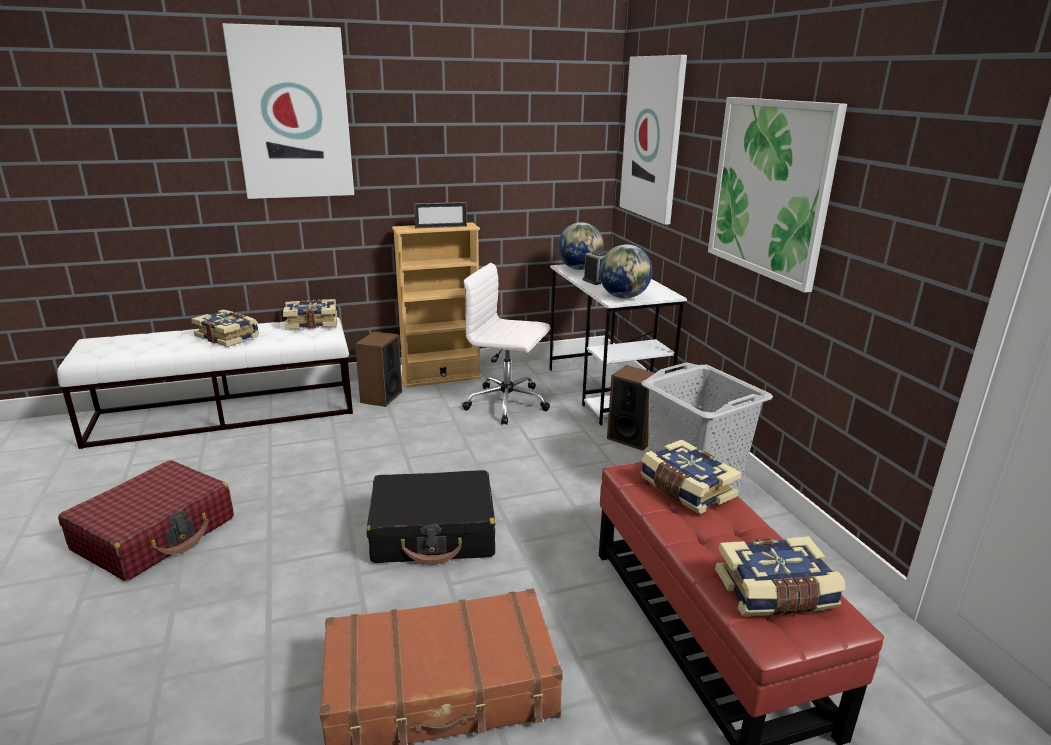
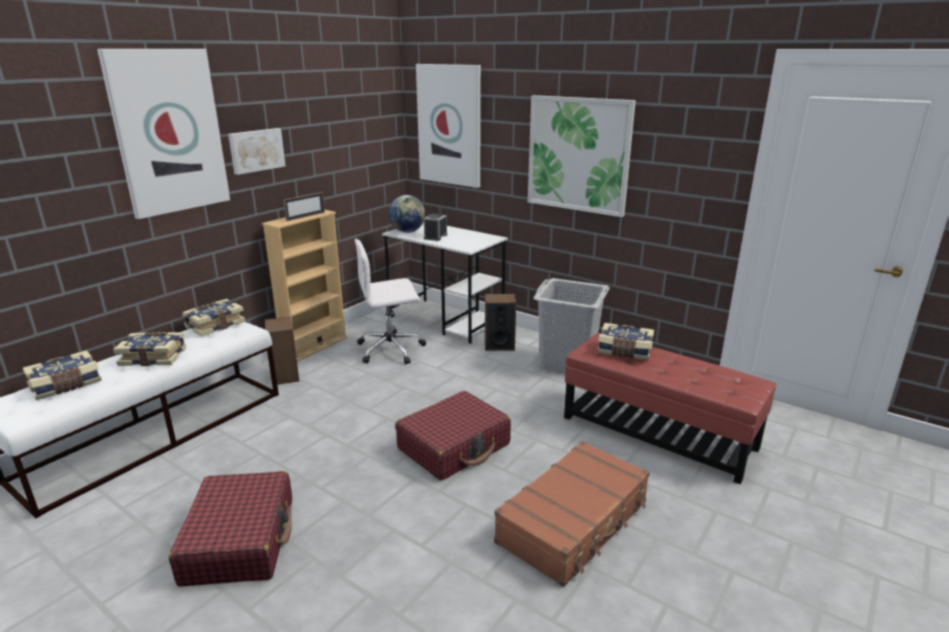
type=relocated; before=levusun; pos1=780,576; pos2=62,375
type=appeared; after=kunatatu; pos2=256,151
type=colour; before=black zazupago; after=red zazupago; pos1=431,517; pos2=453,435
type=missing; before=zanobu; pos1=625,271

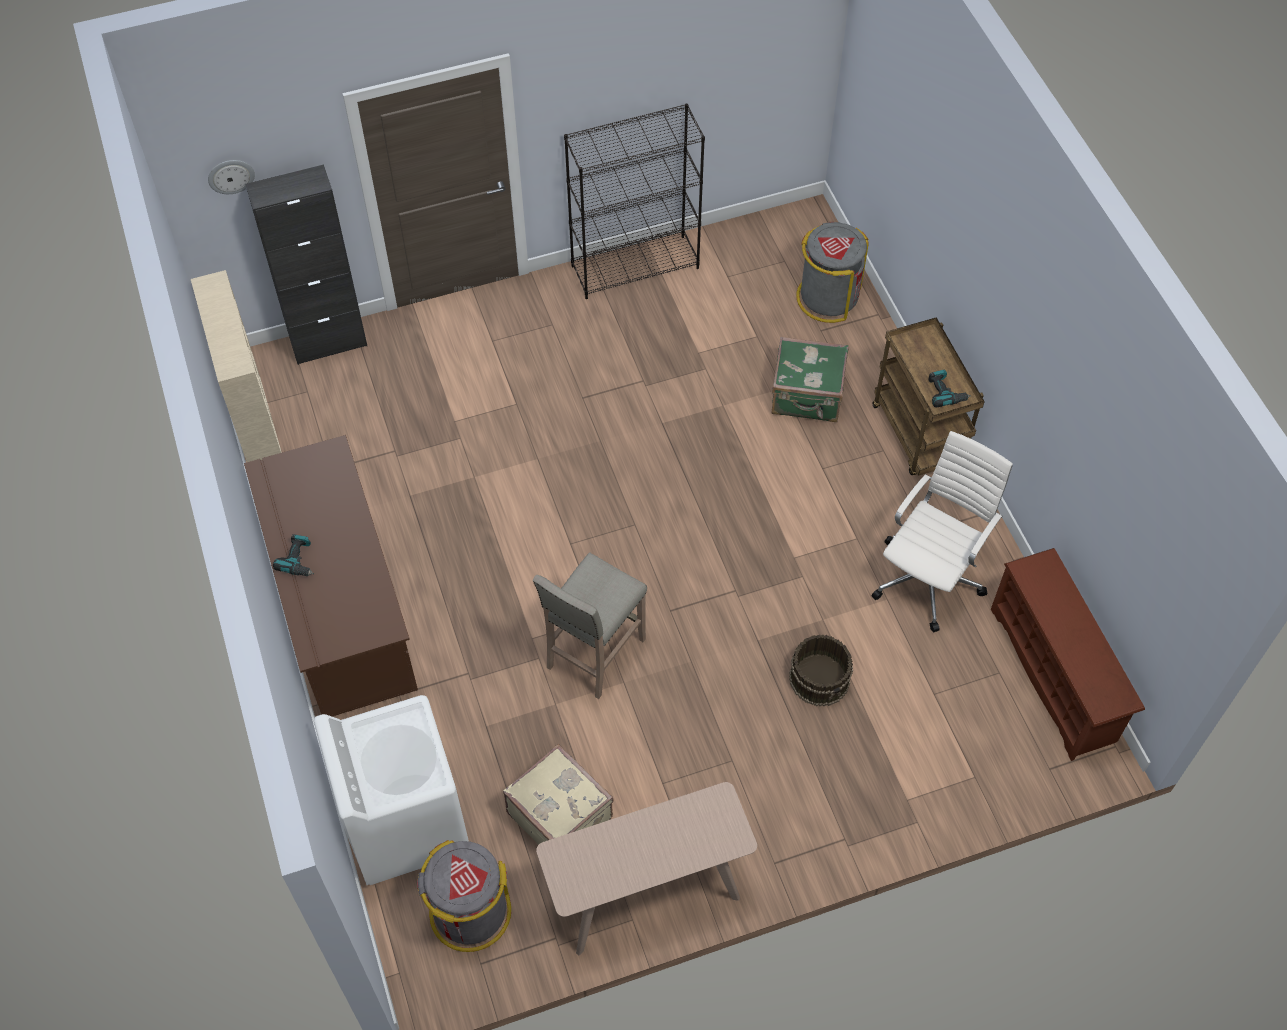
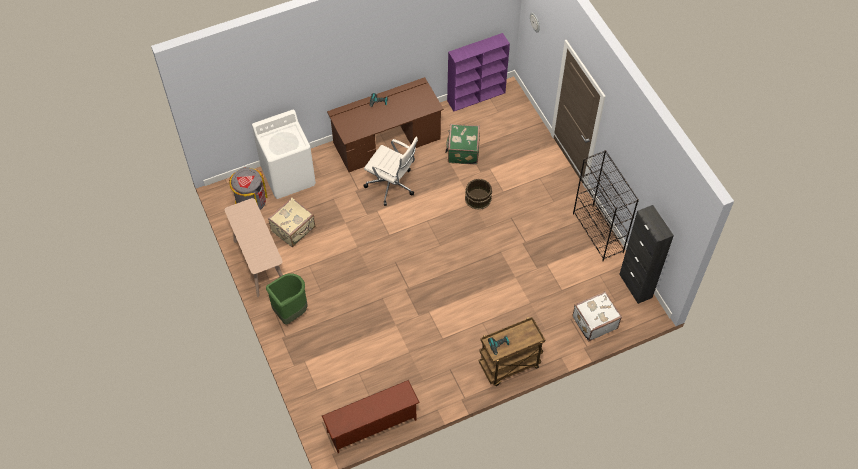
type=appeared; after=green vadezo; pos2=286,299
type=relocated; before=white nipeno; pos1=942,532; pos2=390,171
type=relocated; before=green zazupago; pos1=810,379; pos2=462,144
type=colour; before=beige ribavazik; after=purple ribavazik; pos1=236,366; pos2=478,72
type=relocated; before=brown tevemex; pos1=821,671; pos2=478,194
type=exchanged; before=grey vadezo; after=white zazupago; pos1=832,272; pos2=597,316
type=relocated; before=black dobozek; pos1=306,265; pos2=646,254
type=missing; before=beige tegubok; pos1=590,625

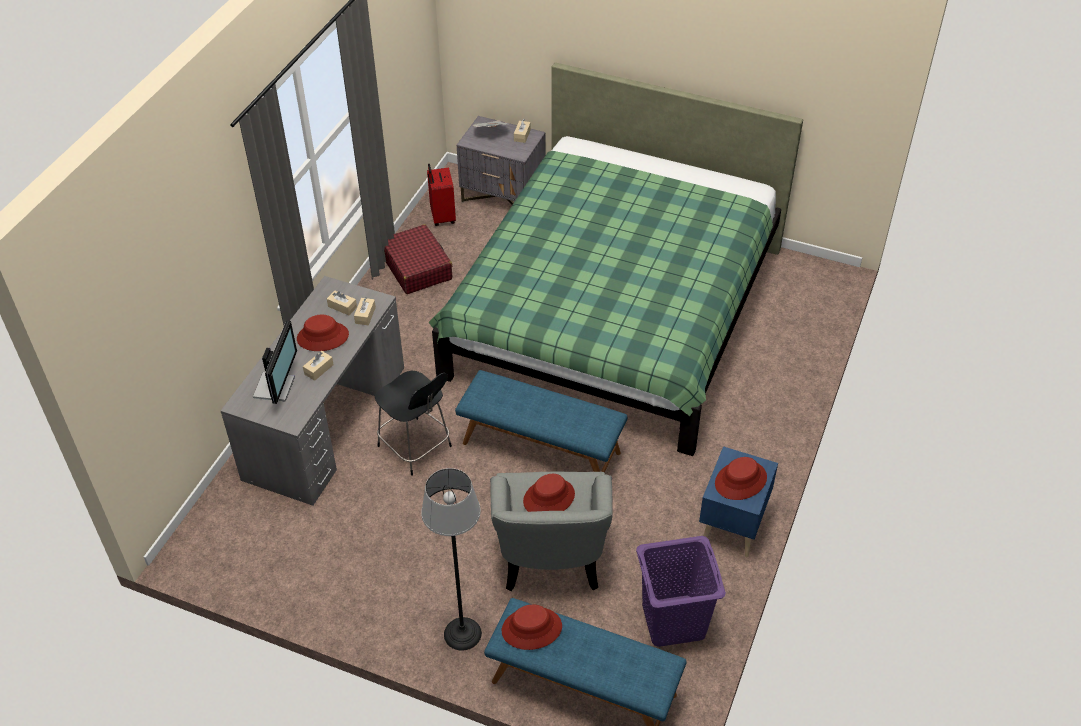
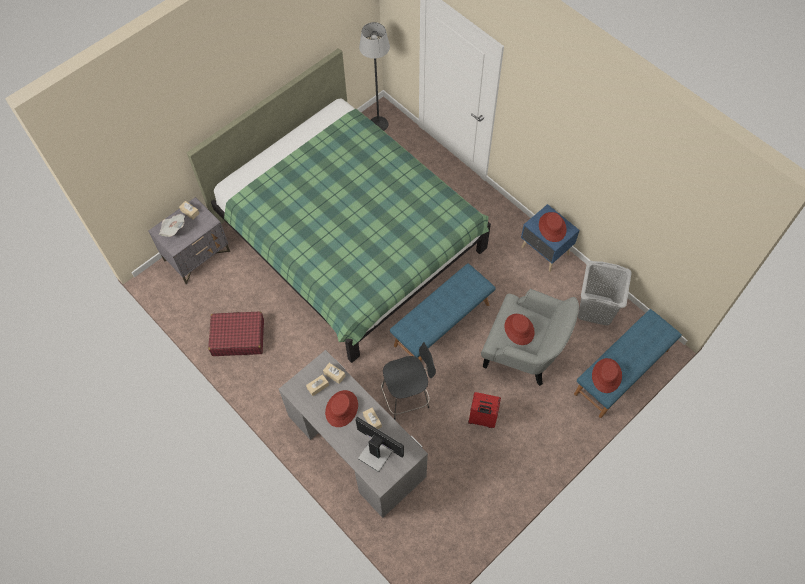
type=relocated; before=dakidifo; pos1=451,559; pos2=374,76
type=relocated; before=red zazupago; pos1=441,195; pos2=484,410
type=colour; before=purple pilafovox; after=grey pilafovox; pos1=681,591; pos2=605,293

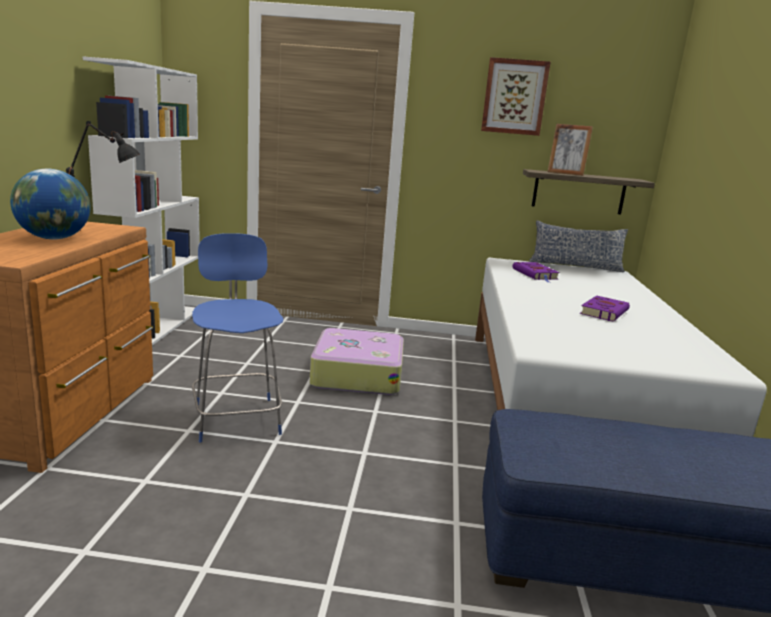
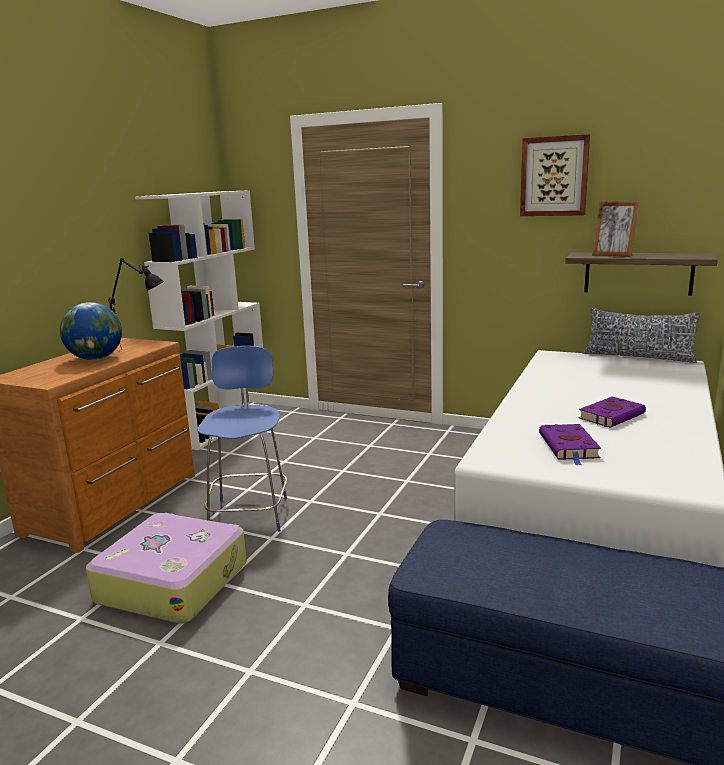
type=relocated; before=zazupago; pos1=357,361; pos2=166,568
type=relocated; before=purple levusun; pos1=536,272; pos2=570,444

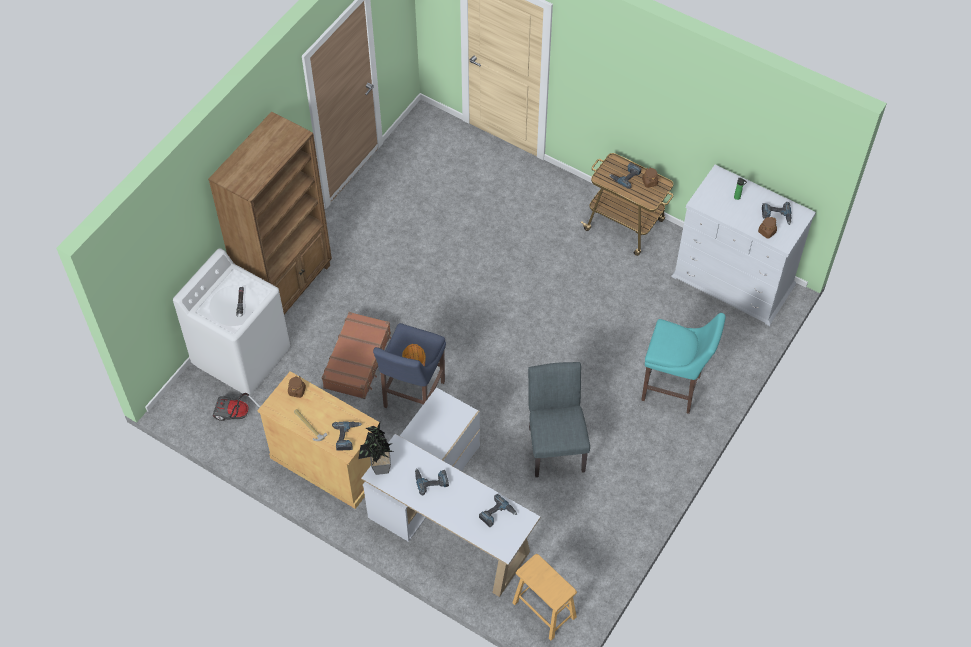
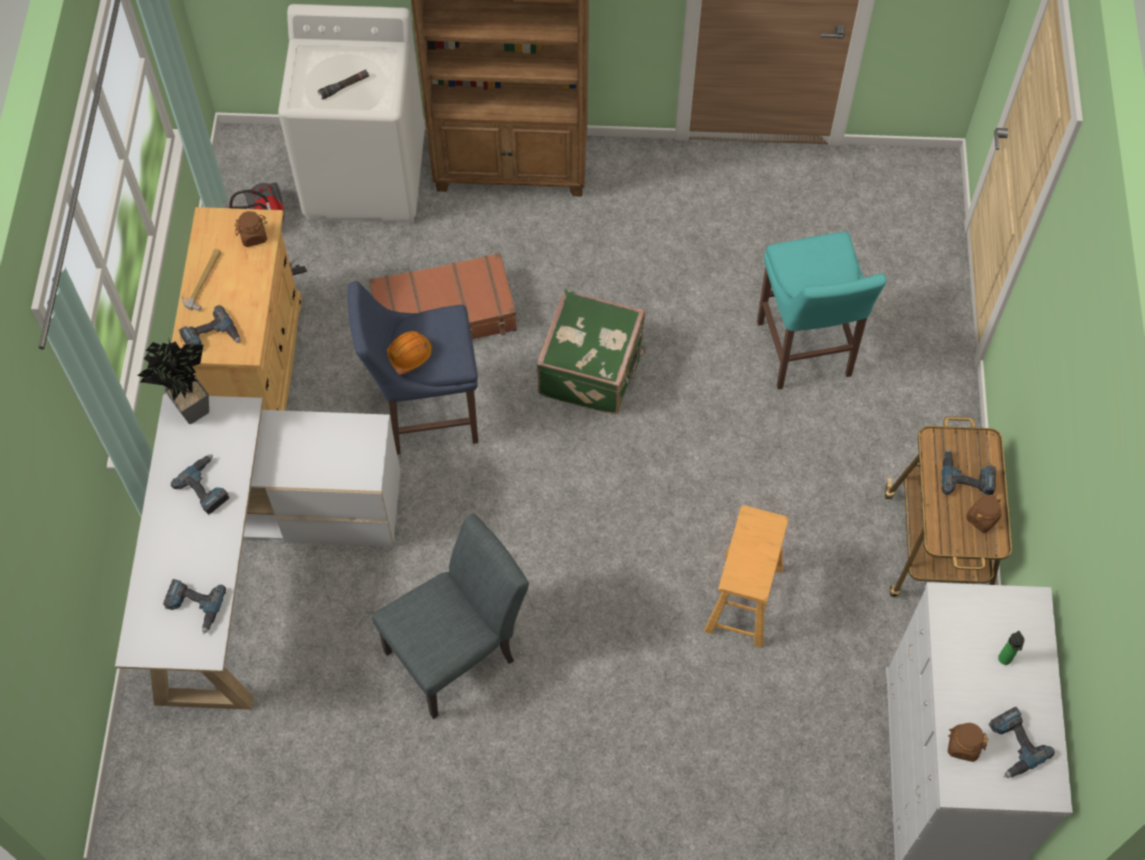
type=appeared; after=green zazupago; pos2=591,351
type=relocated; before=brown tegubok; pos1=544,597; pos2=746,577
type=relocated; before=turquoise tegubok; pos1=683,363; pos2=822,310

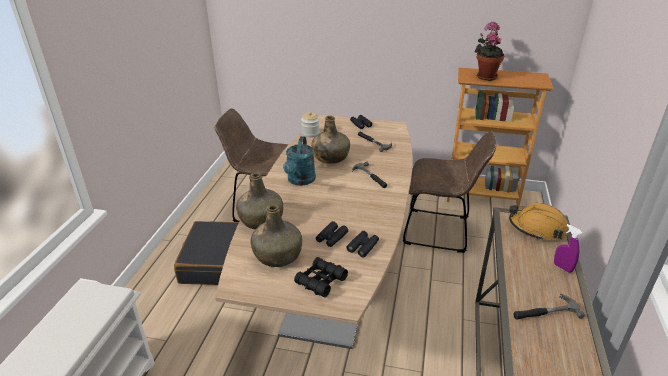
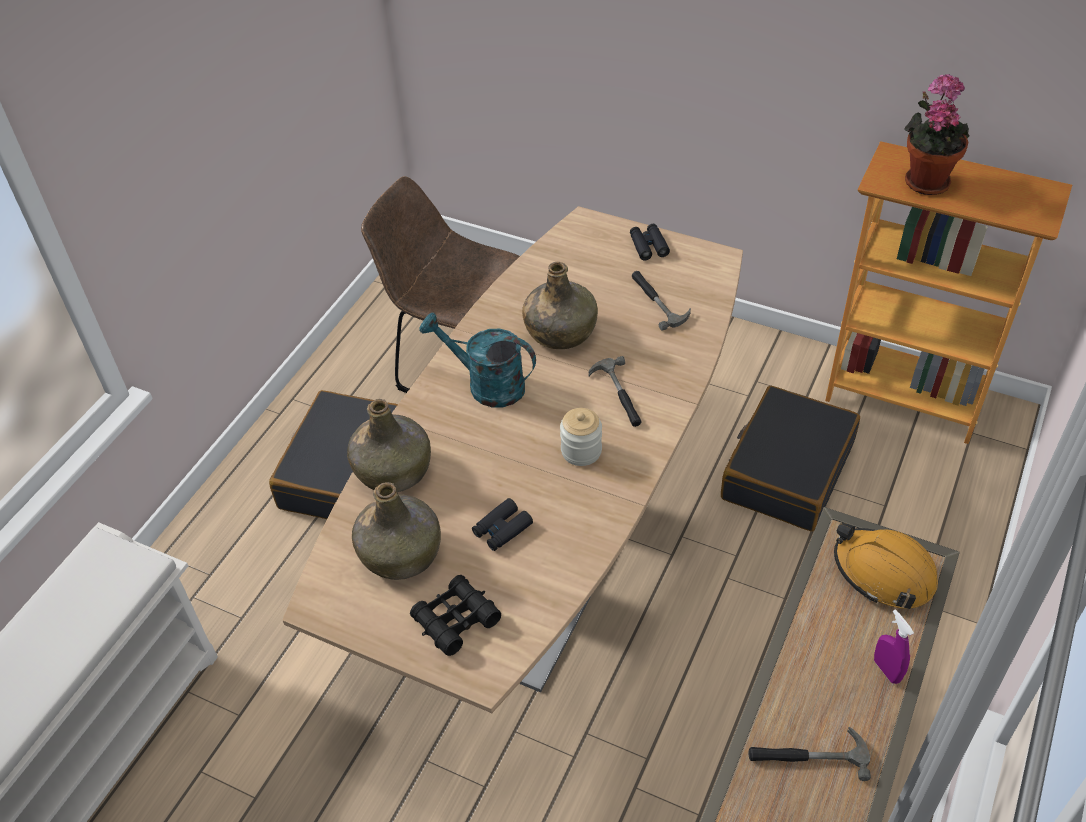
type=spun; before=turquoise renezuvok; pos1=299,161; pos2=477,360; turn=90
type=relocated; before=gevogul; pos1=310,125; pos2=581,437
type=exchanged; before=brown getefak; after=black zazupago; pos1=449,192; pos2=790,459
type=missing; before=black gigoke; pos1=362,244

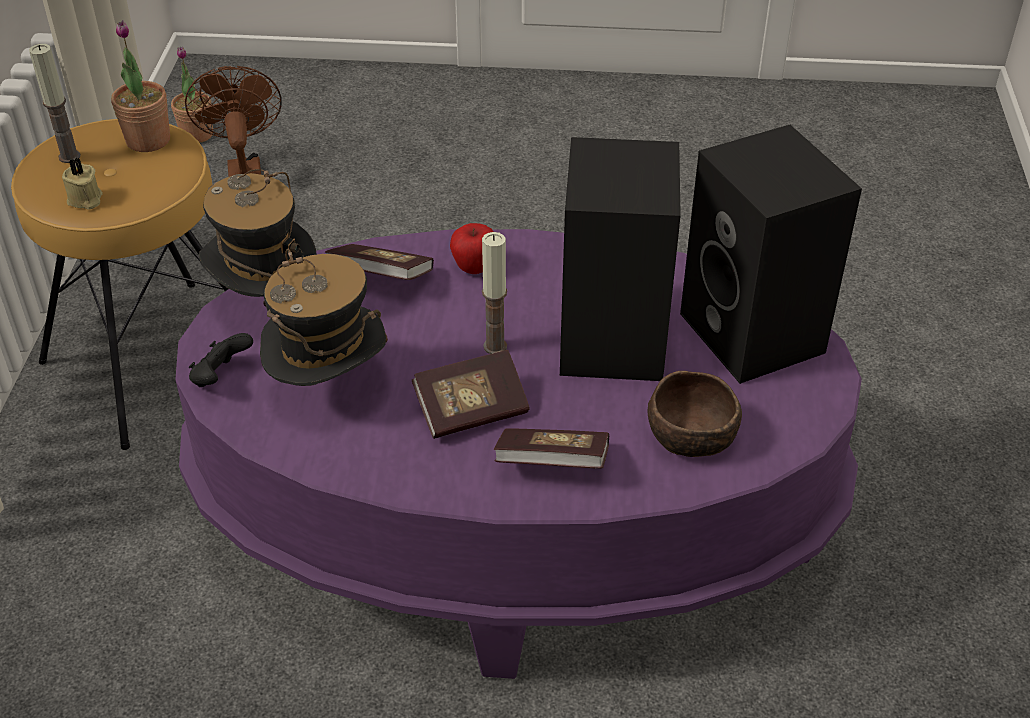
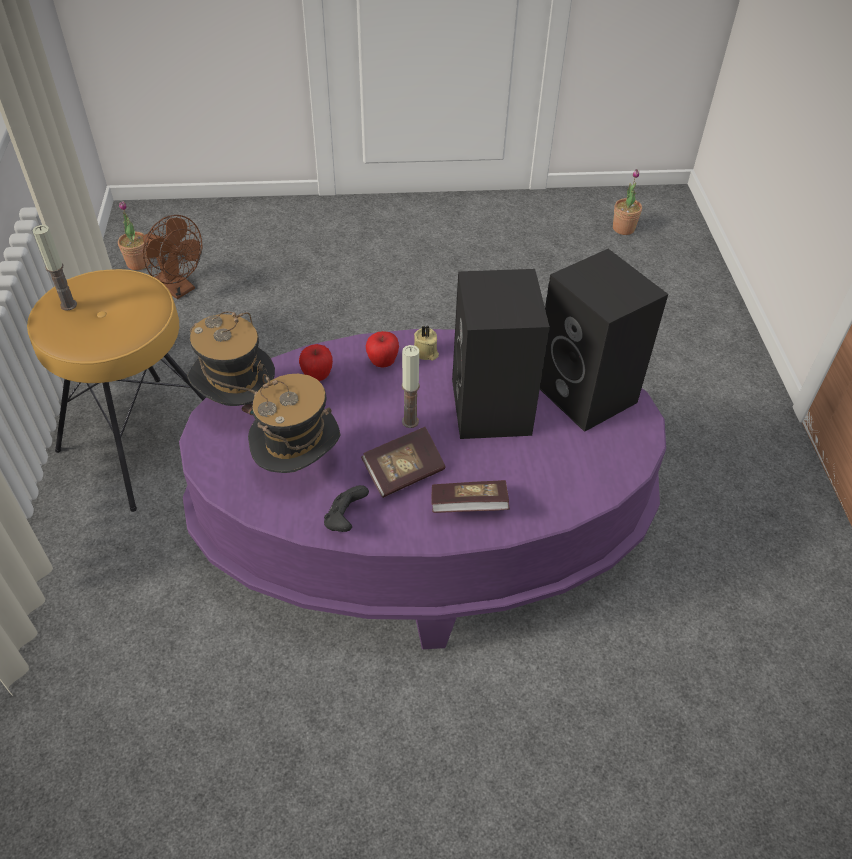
type=spun; before=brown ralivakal; pos1=233,121; pos2=173,257; turn=150
type=exchanged; before=levusun; after=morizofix; pos1=379,262; pos2=316,362
type=relocated; before=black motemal; pos1=221,360; pos2=346,508
type=relocated; before=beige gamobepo; pos1=82,183; pos2=426,343
type=relocated; before=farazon; pos1=140,86; pos2=627,202
type=missing; before=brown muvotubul; pos1=694,414

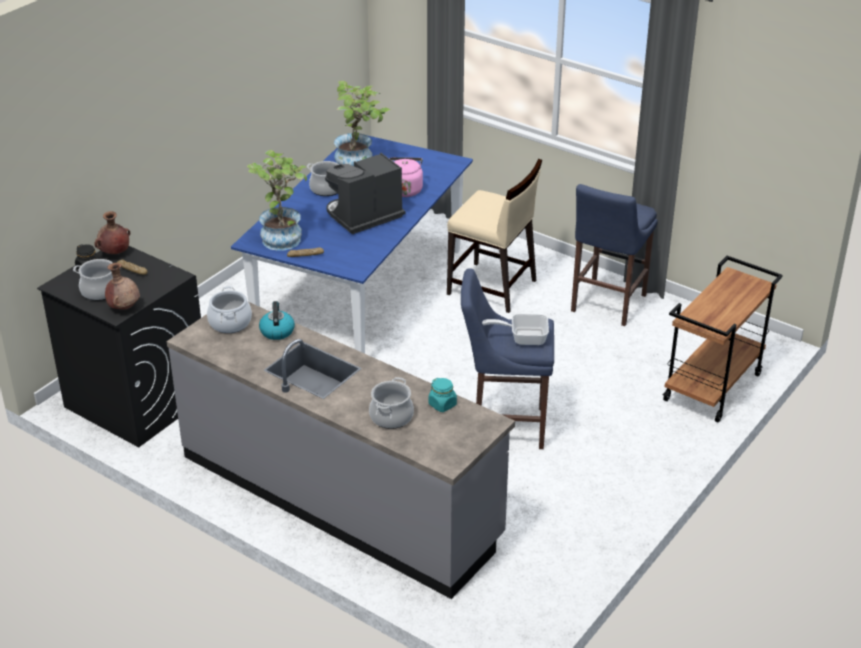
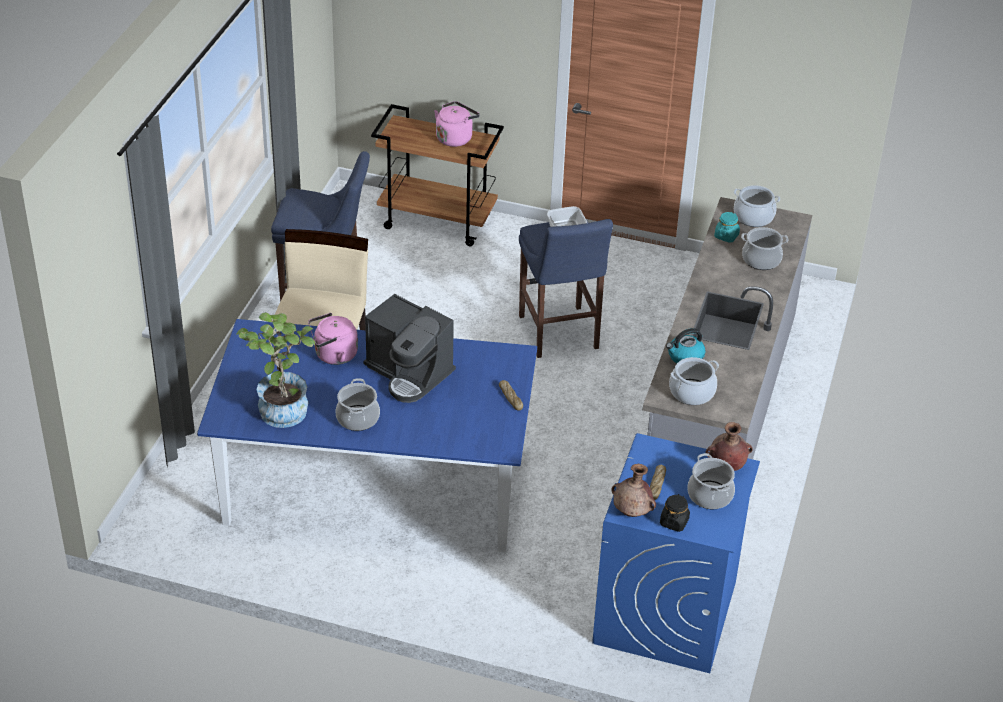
type=appeared; after=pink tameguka; pos2=457,124
type=colour; before=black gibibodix; after=blue gibibodix; pos1=119,346; pos2=676,553
type=appeared; after=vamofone; pos2=757,206
type=missing; before=farazon; pos1=277,200

